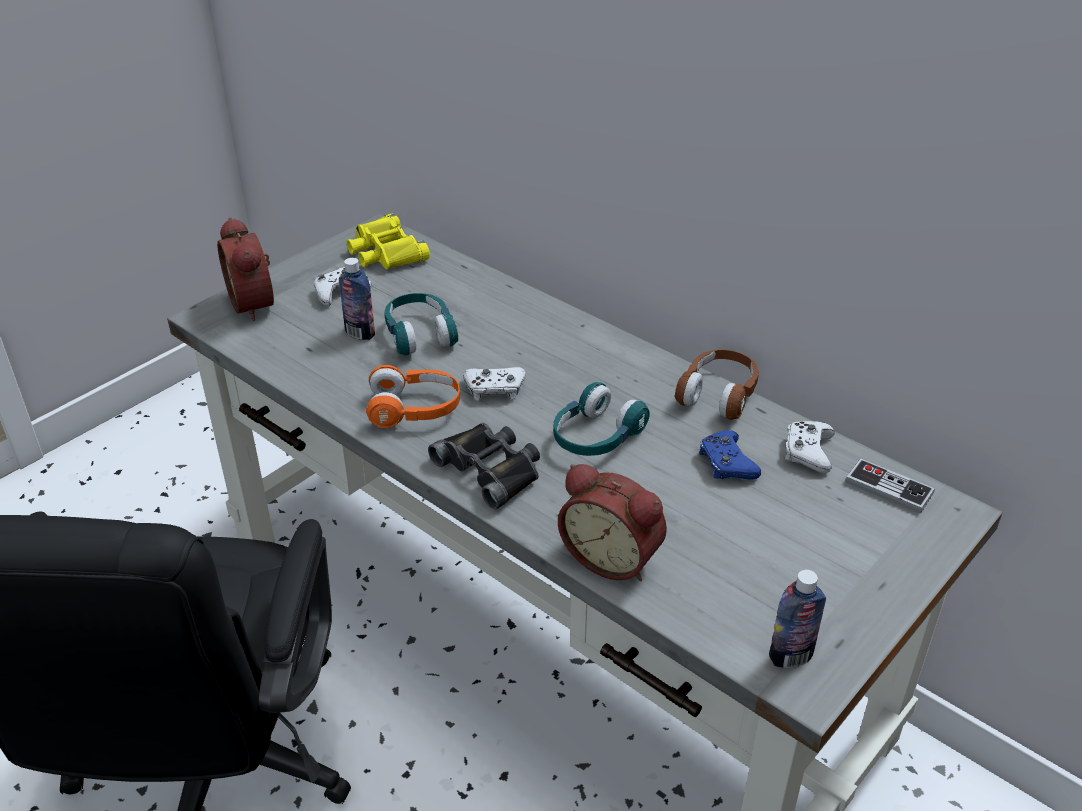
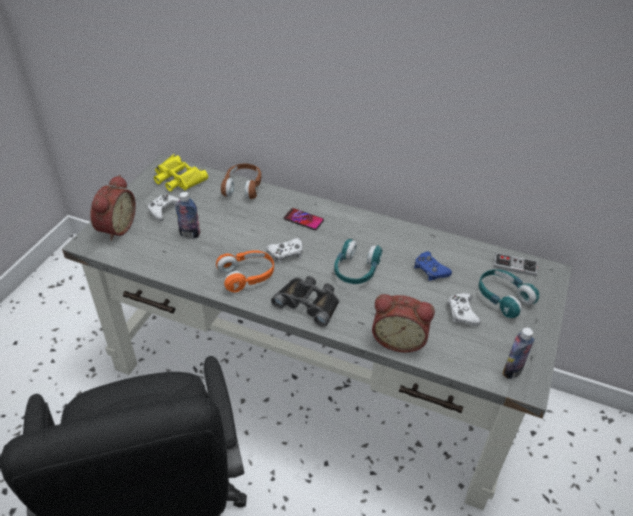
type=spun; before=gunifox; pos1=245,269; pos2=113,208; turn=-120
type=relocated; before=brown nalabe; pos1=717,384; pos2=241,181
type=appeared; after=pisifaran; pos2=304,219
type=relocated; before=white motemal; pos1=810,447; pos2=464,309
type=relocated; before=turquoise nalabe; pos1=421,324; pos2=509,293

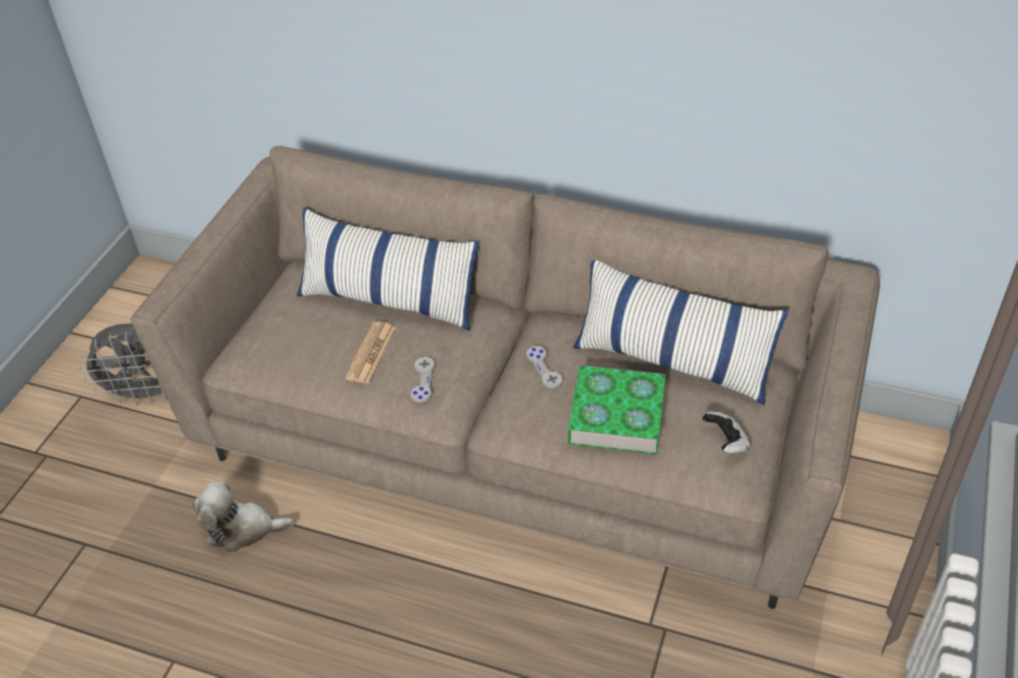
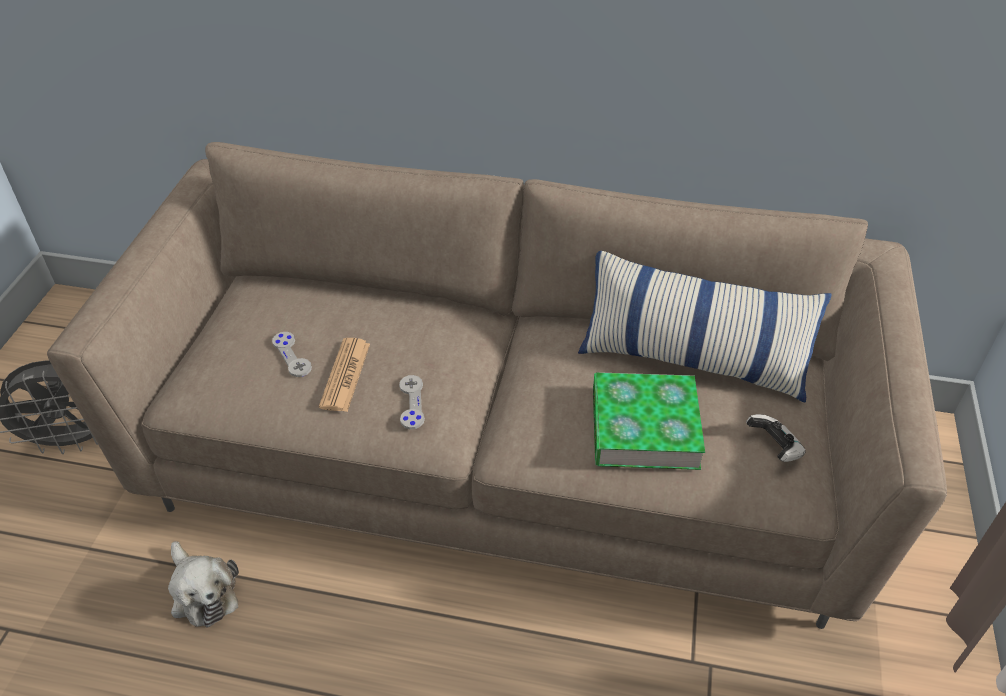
type=spun; before=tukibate; pos1=243,516; pos2=203,584; turn=-120
type=relocated; before=grey motemal; pos1=544,367; pos2=292,354
type=missing; before=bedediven; pos1=388,269

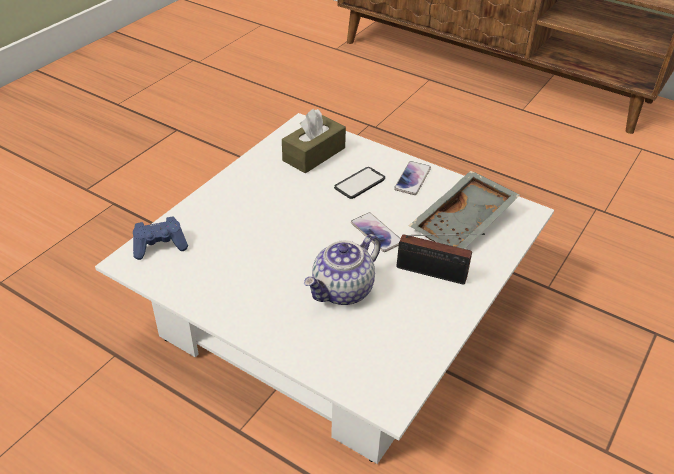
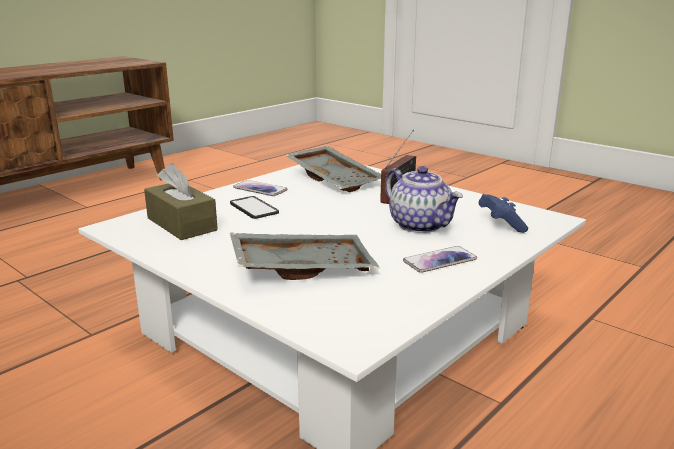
type=appeared; after=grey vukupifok; pos2=305,256
type=relocated; before=pisifaran; pos1=376,232; pos2=440,259
type=relocated; before=blue motemal; pos1=160,238; pos2=503,213

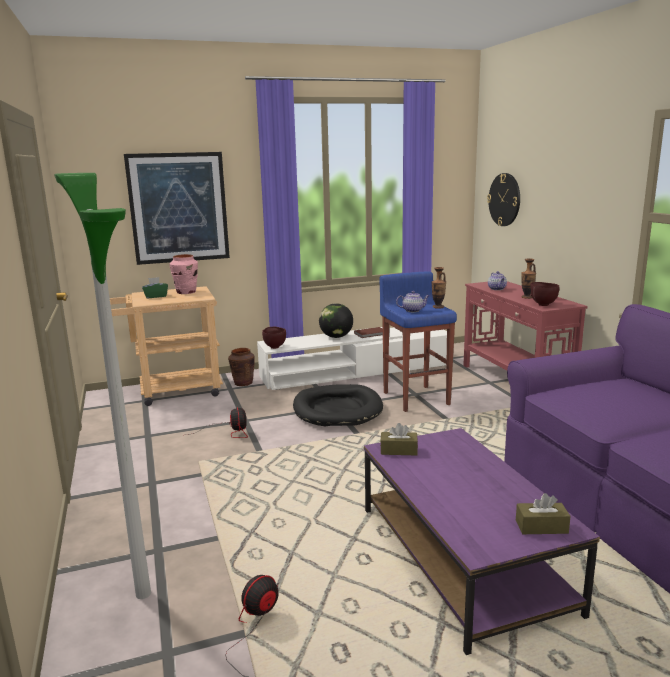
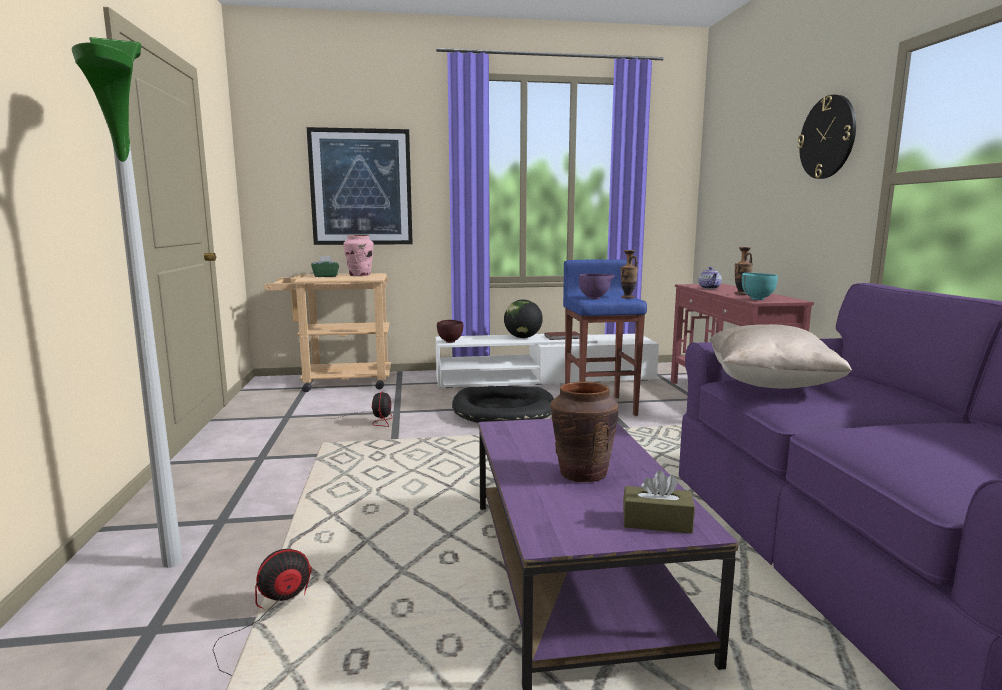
type=relocated; before=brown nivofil; pos1=241,367; pos2=584,431
type=exchanged; before=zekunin; after=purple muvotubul; pos1=413,301; pos2=597,286
type=appeared; after=beige bedediven; pos2=781,357
type=colour; before=brown muvotubul; after=turquoise muvotubul; pos1=544,294; pos2=760,286
type=relocated; before=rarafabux; pos1=503,199; pos2=826,137
type=missing; before=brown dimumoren; pos1=399,439

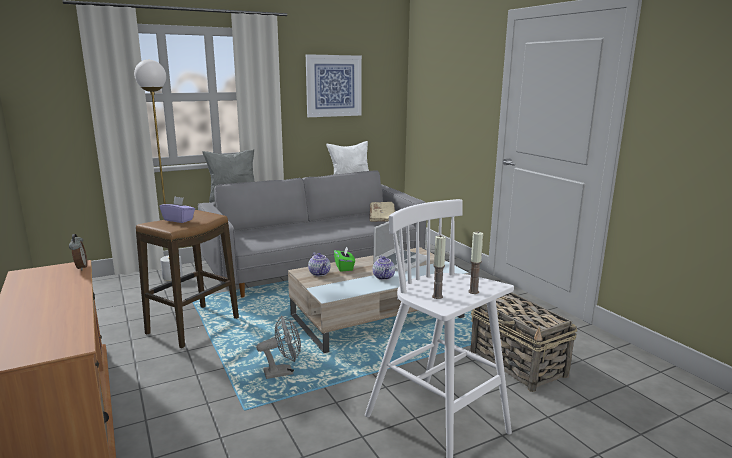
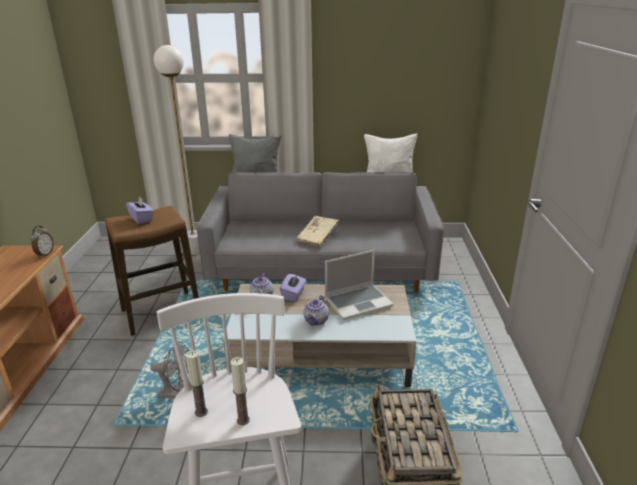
type=colour; before=green dimumoren; after=purple dimumoren; pos1=344,259; pos2=293,287
type=relocated; before=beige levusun; pos1=382,212; pos2=317,231
type=missing; before=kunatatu; pos1=334,85

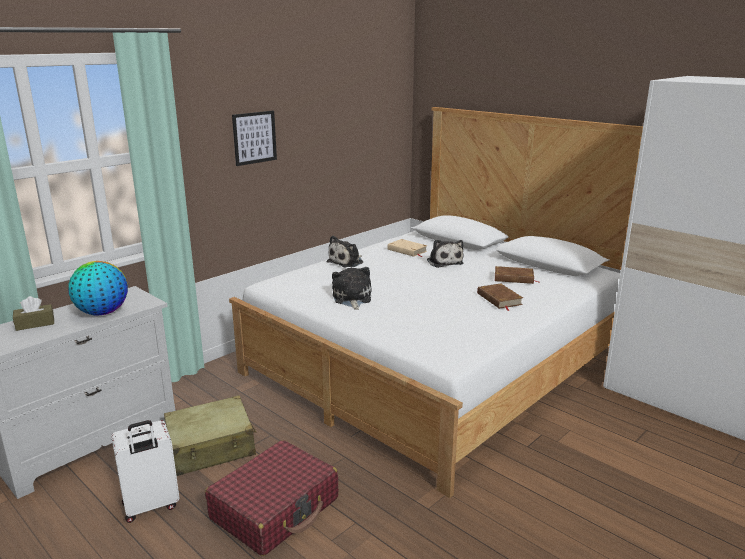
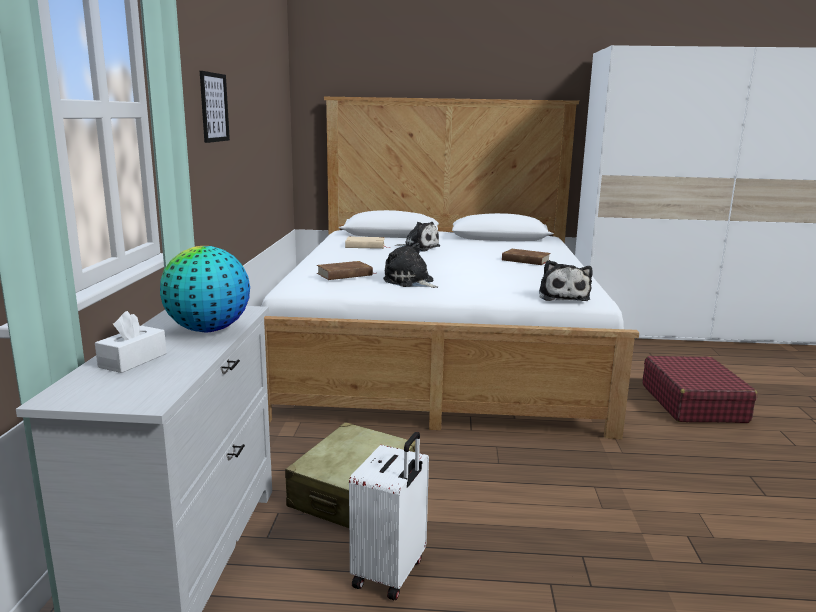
type=colour; before=brown dimumoren; after=white dimumoren; pos1=33,313; pos2=131,342
type=relocated; before=brown levusun; pos1=517,275; pos2=346,270
type=relocated; before=tukibate; pos1=345,251; pos2=566,280
type=relocated; before=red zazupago; pos1=271,498; pos2=700,389

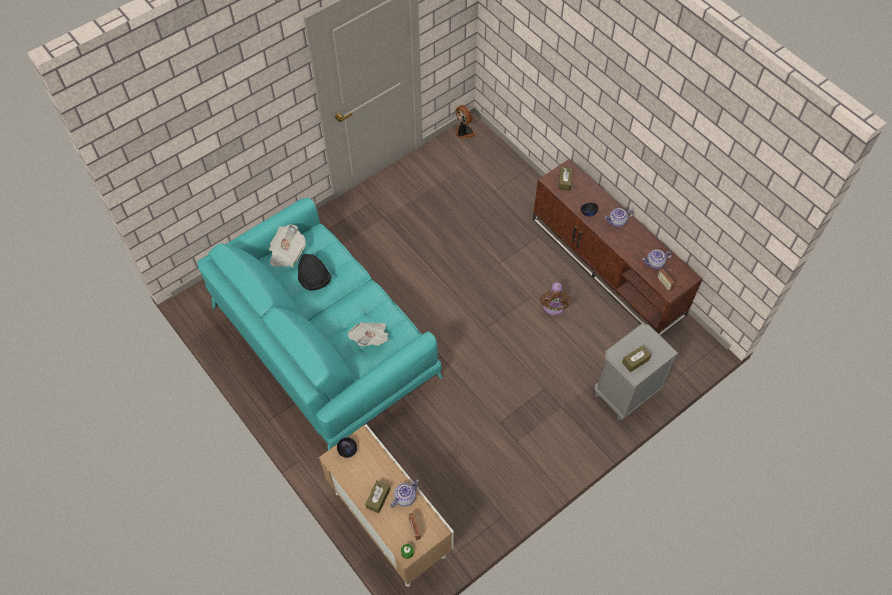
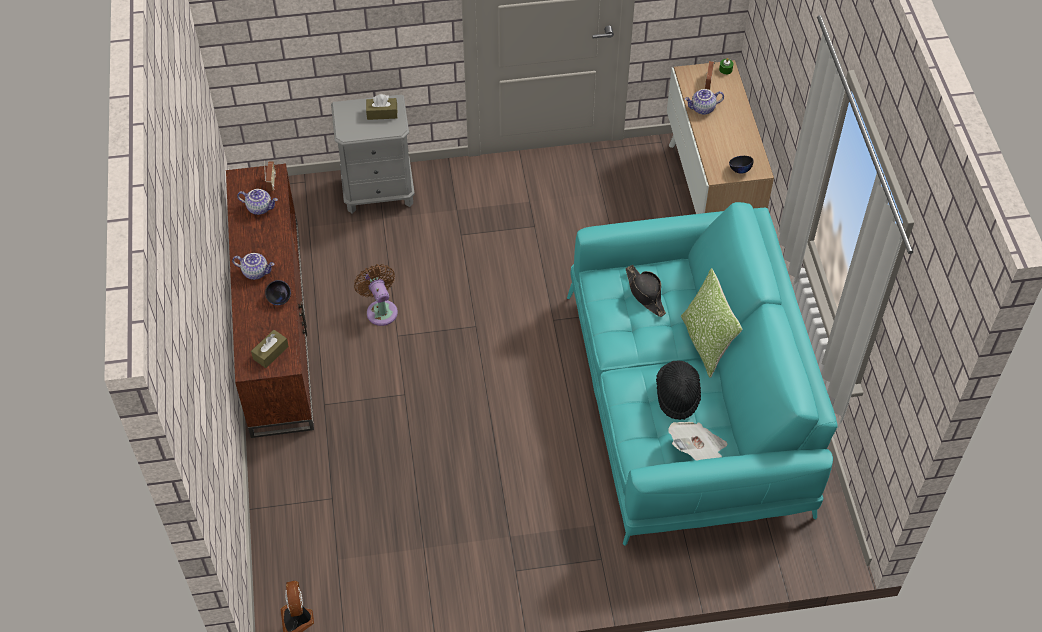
type=spun; before=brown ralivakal; pos1=556,299; pos2=376,295; turn=-60
type=exchanged; before=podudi; after=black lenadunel; pos1=368,334; pos2=645,291
type=appeared; after=bedediven; pos2=711,323
type=missing; before=brown dimumoren; pos1=377,496

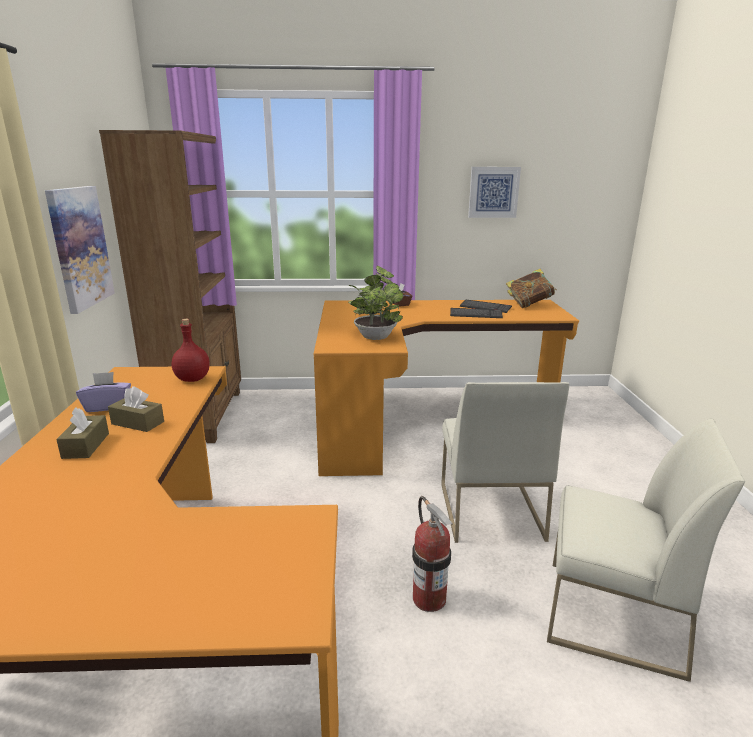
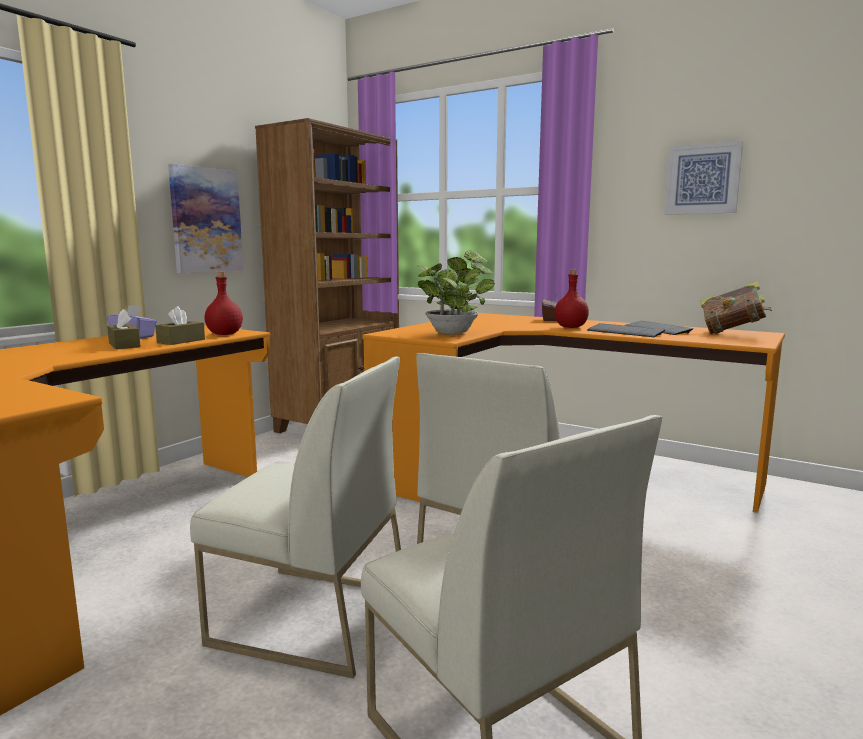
type=relocated; before=brown dimumoren; pos1=82,433; pos2=180,325
type=exchanged; before=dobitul; after=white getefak; pos1=432,554; pos2=295,517
type=appeared; after=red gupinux; pos2=572,299

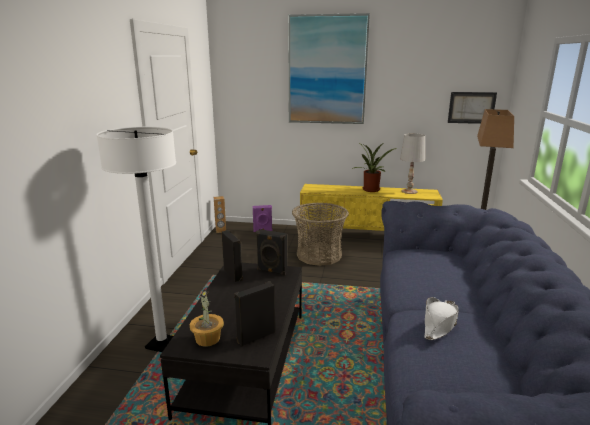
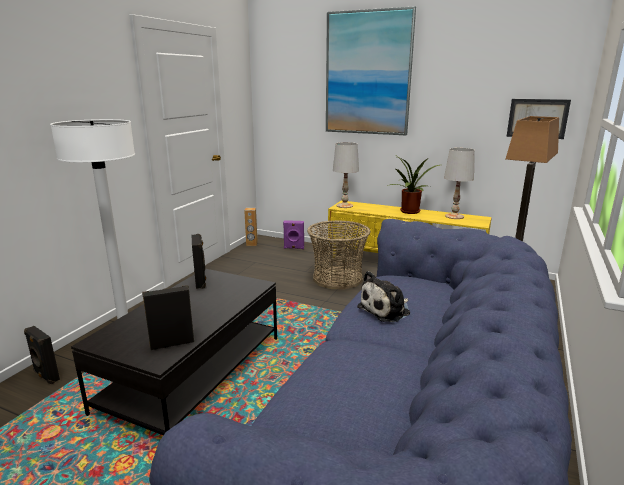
type=relocated; before=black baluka; pos1=271,252; pos2=42,355
type=appeared; after=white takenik; pos2=346,175
type=appeared; after=tukibate; pos2=383,296
type=missing; before=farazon; pos1=207,318
type=missing; before=white lenadunel; pos1=441,318

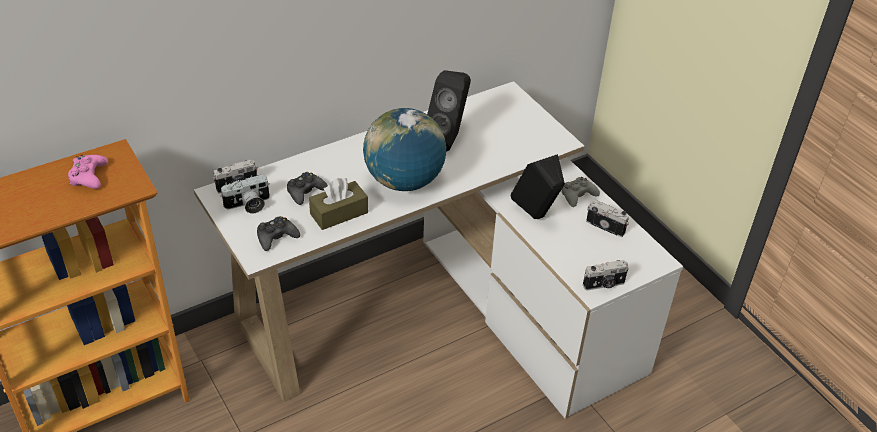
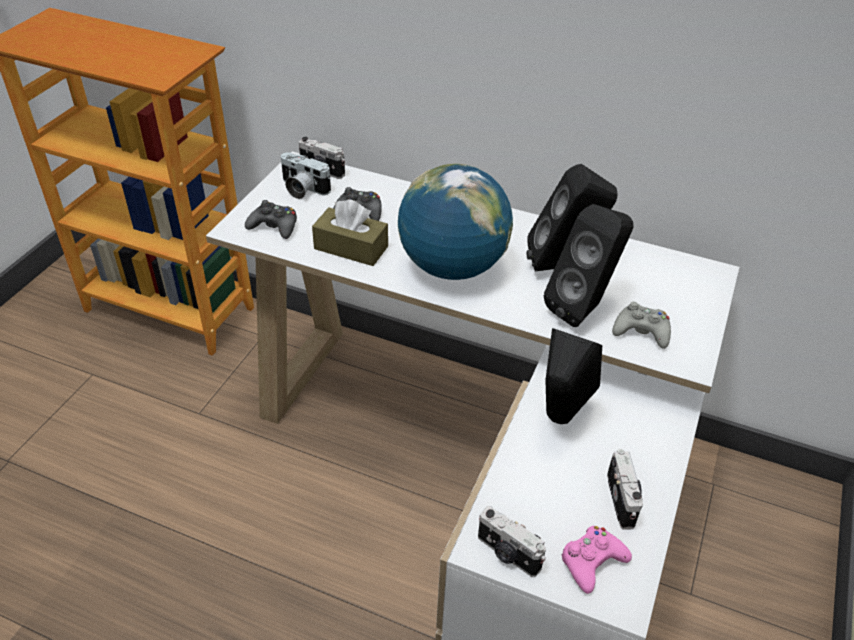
type=appeared; after=black baluka; pos2=588,265
type=relocated; before=pink motemal; pos1=88,172; pos2=596,560
type=relocated; before=grey motemal; pos1=581,192; pos2=641,325

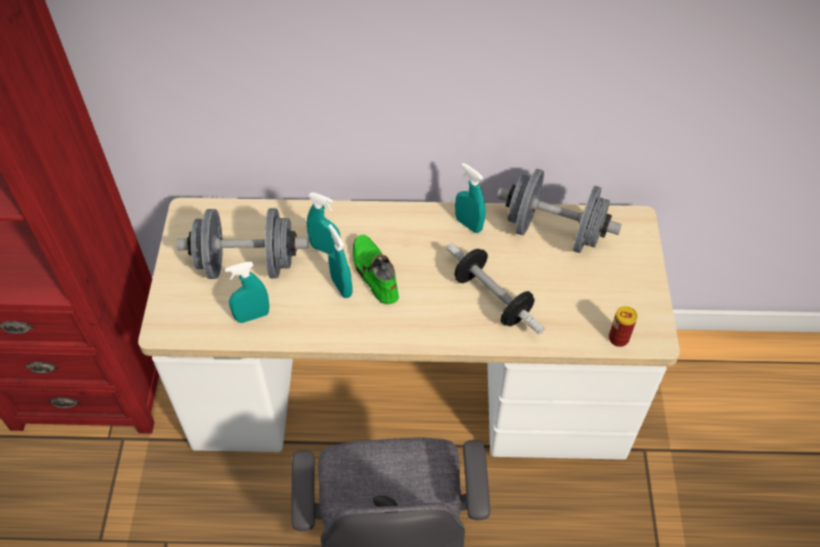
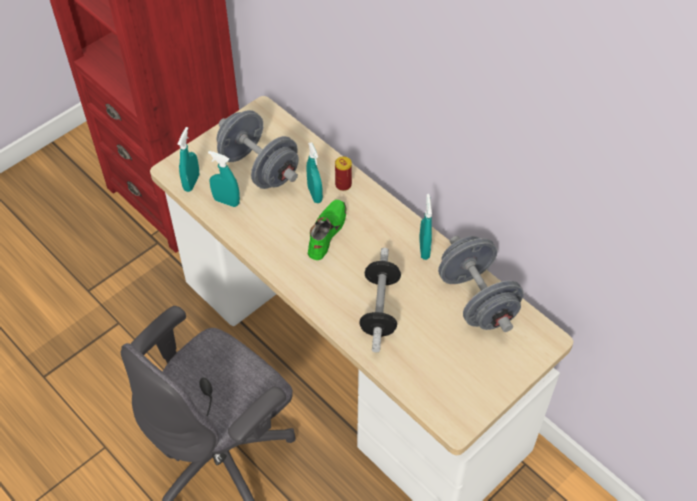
type=relocated; before=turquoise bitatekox; pos1=340,261; pos2=188,159
type=relocated; before=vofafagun; pos1=623,326; pos2=343,173

